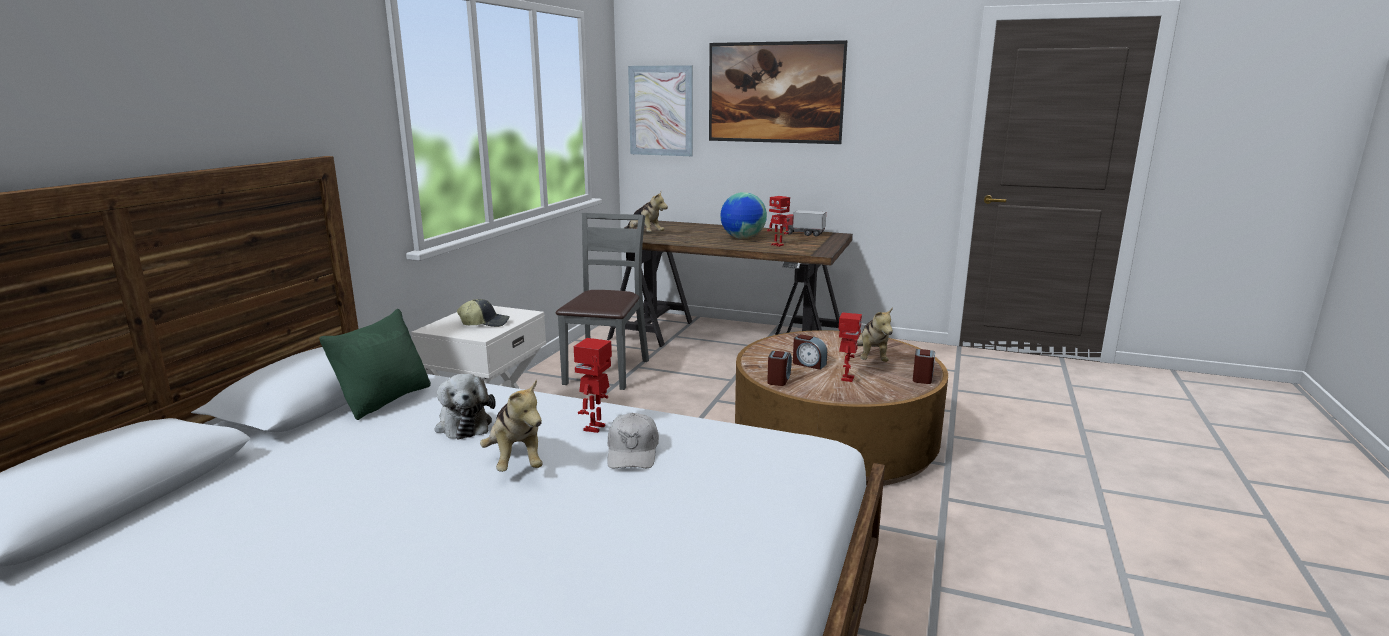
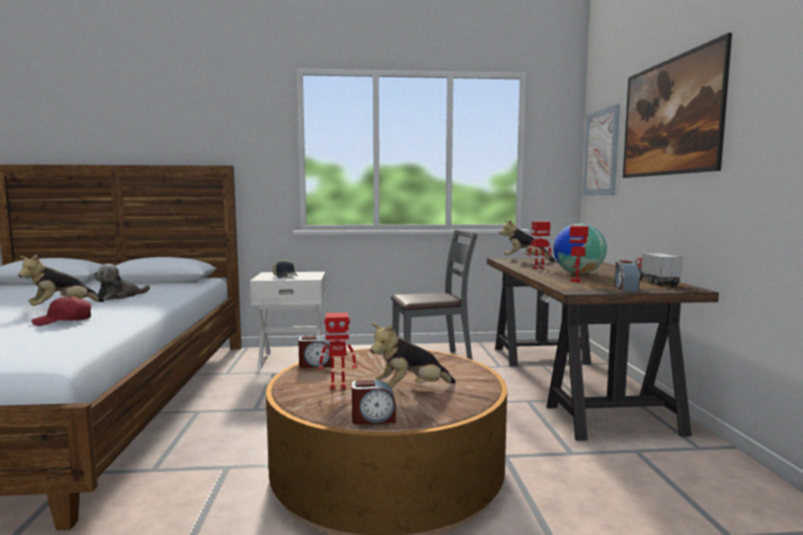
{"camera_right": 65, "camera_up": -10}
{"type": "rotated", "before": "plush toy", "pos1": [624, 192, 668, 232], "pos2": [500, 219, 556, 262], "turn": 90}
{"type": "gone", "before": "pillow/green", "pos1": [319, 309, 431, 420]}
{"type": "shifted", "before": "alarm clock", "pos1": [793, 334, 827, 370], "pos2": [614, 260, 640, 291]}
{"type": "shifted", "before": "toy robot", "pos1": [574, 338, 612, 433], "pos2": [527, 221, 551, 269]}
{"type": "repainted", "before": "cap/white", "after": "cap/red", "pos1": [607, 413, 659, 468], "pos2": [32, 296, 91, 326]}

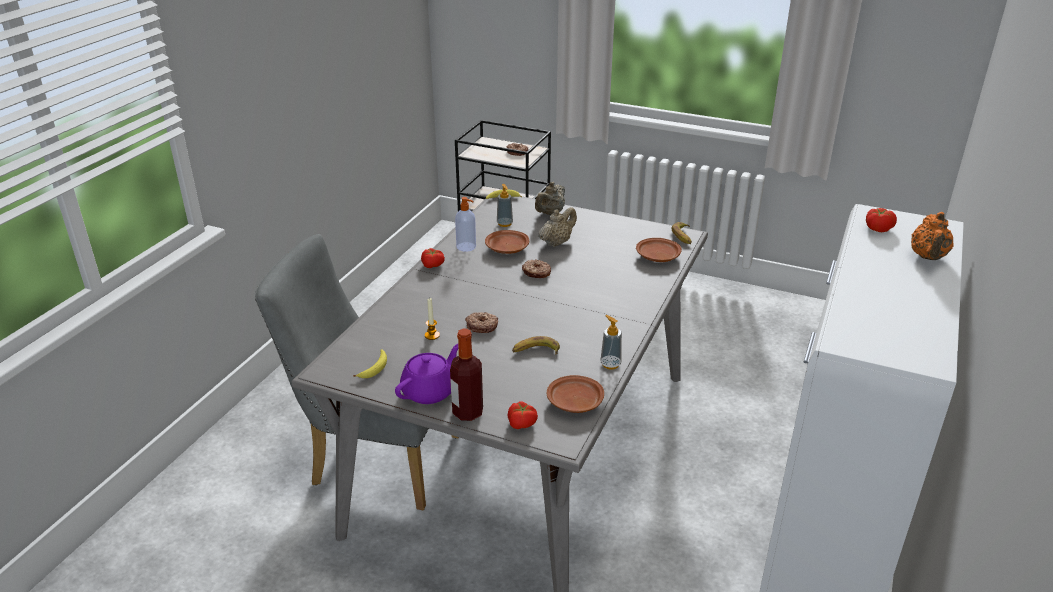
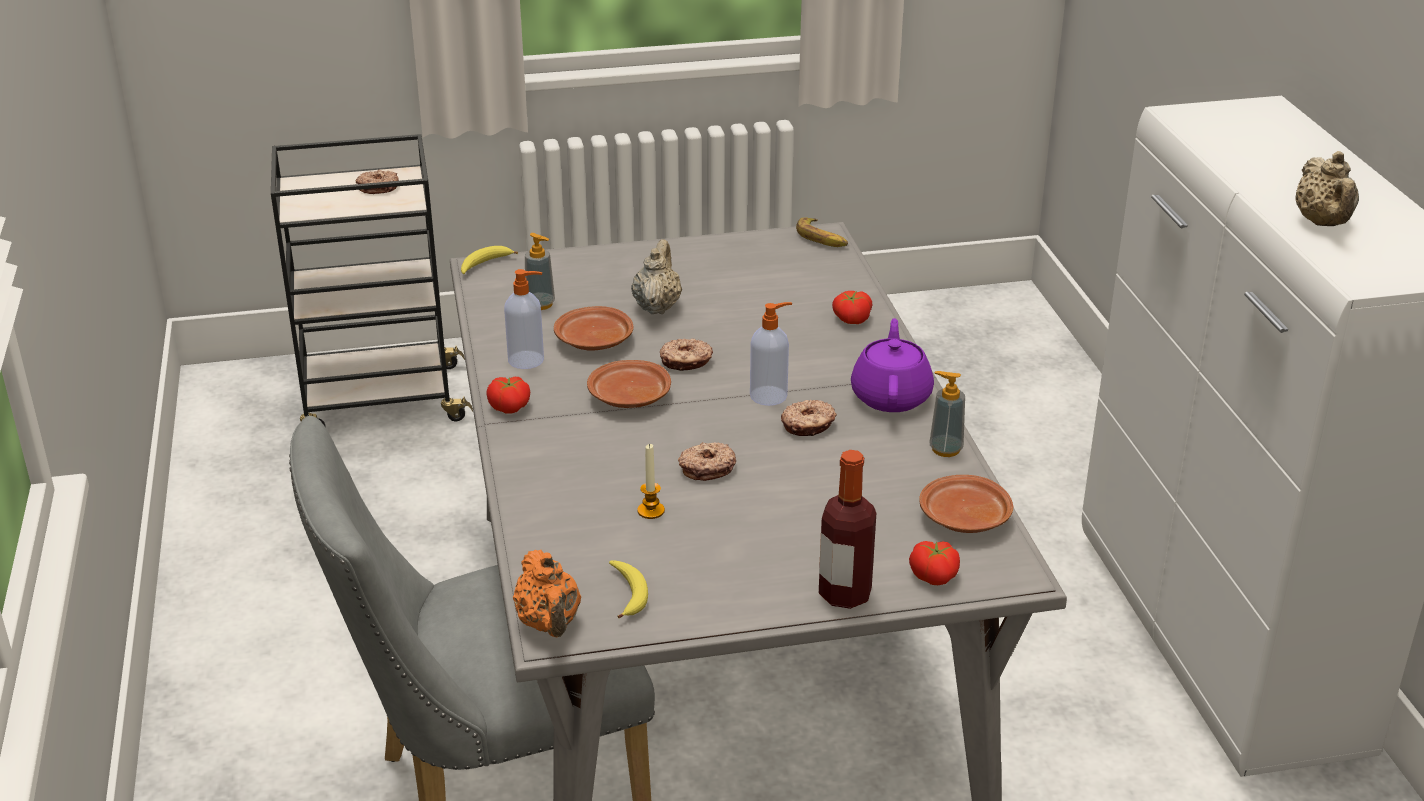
{"camera_right": -35, "camera_up": 0}
{"type": "shifted", "before": "teapot/beige", "pos1": [535, 182, 565, 215], "pos2": [1296, 151, 1359, 226]}
{"type": "shifted", "before": "tomato", "pos1": [866, 208, 897, 232], "pos2": [832, 291, 872, 324]}
{"type": "shifted", "before": "teapot/orange", "pos1": [911, 212, 954, 260], "pos2": [513, 550, 581, 637]}
{"type": "shifted", "before": "plate/brown", "pos1": [636, 238, 682, 262], "pos2": [587, 360, 671, 408]}
{"type": "gone", "before": "banana", "pos1": [512, 336, 560, 355]}
{"type": "shifted", "before": "teapot/purple", "pos1": [395, 344, 458, 404], "pos2": [851, 318, 934, 412]}
{"type": "new", "after": "soap dispenser", "pos2": [750, 302, 792, 406]}
{"type": "new", "after": "donut", "pos2": [781, 400, 837, 436]}

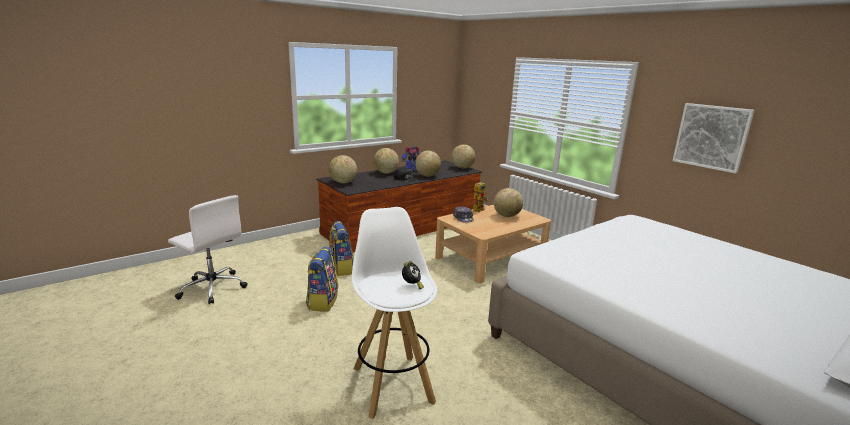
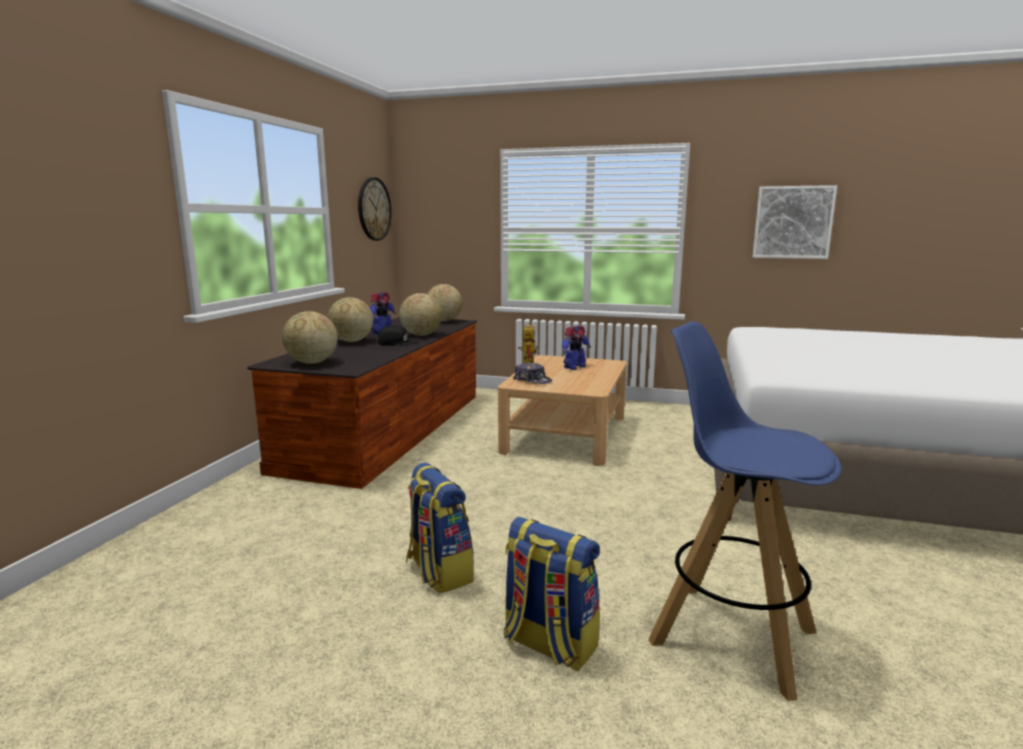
{"camera_right": -35, "camera_up": -5}
{"type": "swapped", "before": "globe", "after": "toy robot", "pos1": [494, 188, 523, 217], "pos2": [562, 325, 591, 370]}
{"type": "gone", "before": "office chair/white", "pos1": [168, 195, 248, 304]}
{"type": "repainted", "before": "stool/white", "after": "stool/blue", "pos1": [352, 207, 437, 419], "pos2": [648, 321, 842, 701]}
{"type": "shifted", "before": "backpack", "pos1": [329, 221, 354, 276], "pos2": [504, 517, 600, 671]}
{"type": "gone", "before": "alarm clock", "pos1": [402, 261, 424, 290]}
{"type": "new", "after": "wall clock", "pos2": [358, 177, 392, 241]}

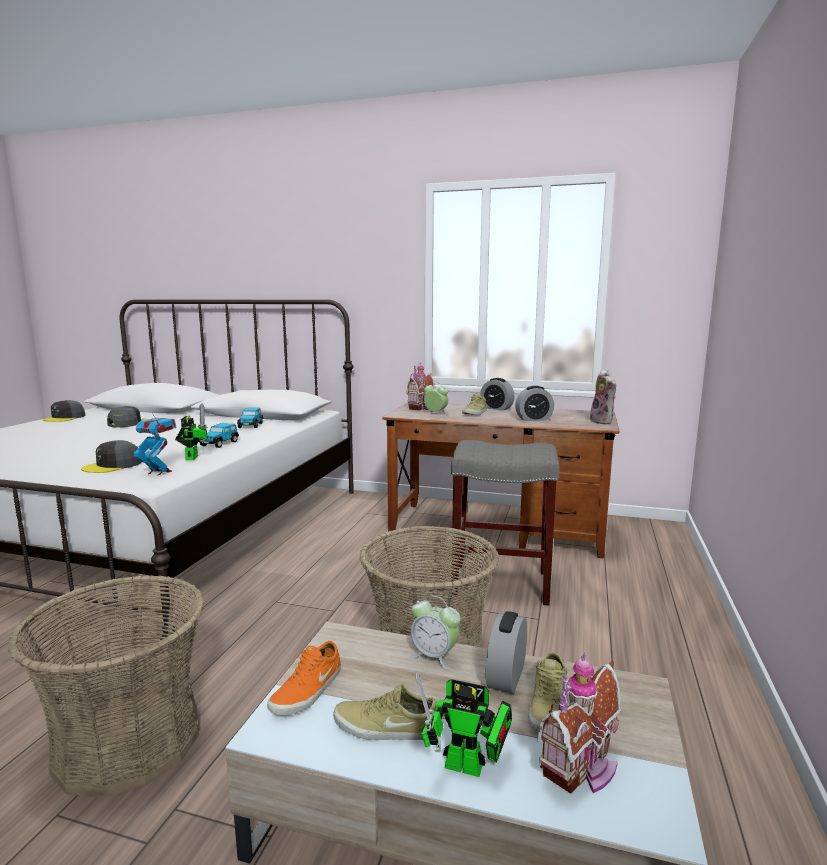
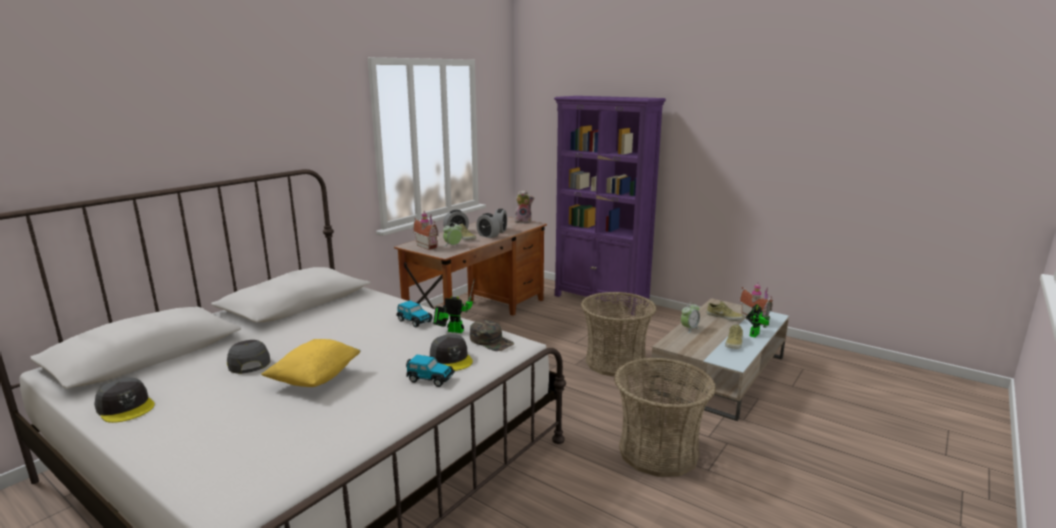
{"camera_right": -70, "camera_up": 5}
{"type": "shifted", "before": "toy car", "pos1": [237, 408, 263, 428], "pos2": [406, 355, 455, 387]}
{"type": "swapped", "before": "toy robot", "after": "cap/green", "pos1": [131, 411, 176, 476], "pos2": [470, 320, 514, 351]}
{"type": "gone", "before": "stool/grey", "pos1": [451, 440, 559, 606]}
{"type": "shifted", "before": "alarm clock", "pos1": [486, 611, 527, 694], "pos2": [476, 213, 500, 238]}
{"type": "gone", "before": "shoe/orange", "pos1": [267, 641, 341, 715]}
{"type": "new", "after": "bookcase/purple", "pos2": [554, 96, 666, 316]}
{"type": "new", "after": "pillow/yellow", "pos2": [261, 339, 361, 387]}

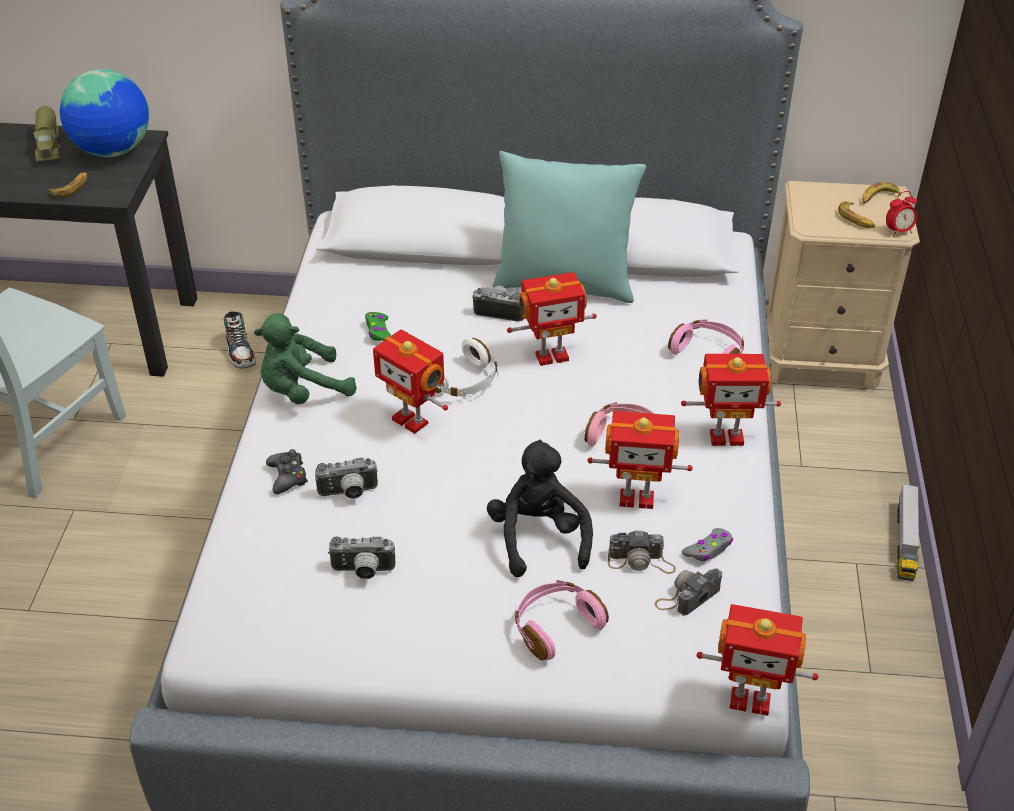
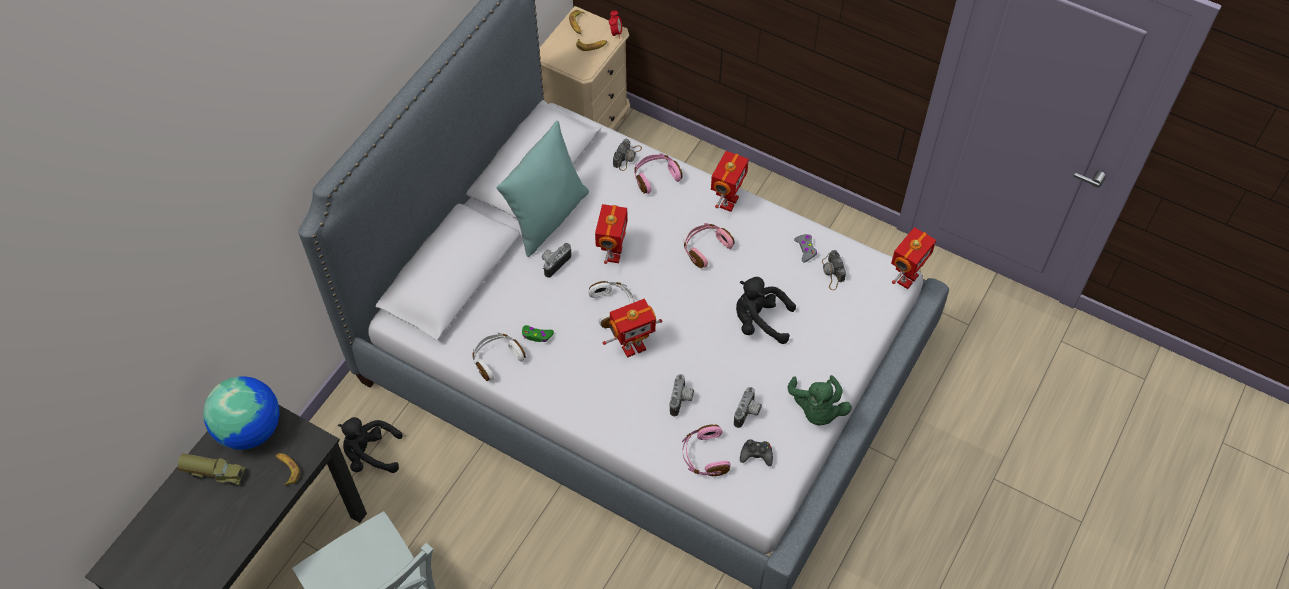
{"camera_right": -65, "camera_up": 15}
{"type": "swapped", "before": "shoe", "after": "plush toy/black", "pos1": [223, 311, 256, 368], "pos2": [338, 417, 403, 473]}
{"type": "shifted", "before": "plush toy/green", "pos1": [254, 313, 357, 404], "pos2": [788, 375, 852, 426]}
{"type": "gone", "before": "toy robot", "pos1": [587, 411, 693, 509]}
{"type": "shifted", "before": "game controller/black", "pos1": [266, 449, 308, 494], "pos2": [740, 439, 773, 466]}
{"type": "gone", "before": "toy truck", "pos1": [897, 484, 920, 581]}
{"type": "shifted", "before": "photo camera", "pos1": [608, 530, 676, 574], "pos2": [613, 139, 642, 171]}
{"type": "shifted", "before": "headphones/pink", "pos1": [515, 580, 609, 661], "pos2": [682, 424, 730, 476]}
{"type": "new", "after": "headphones/white", "pos2": [472, 332, 526, 381]}

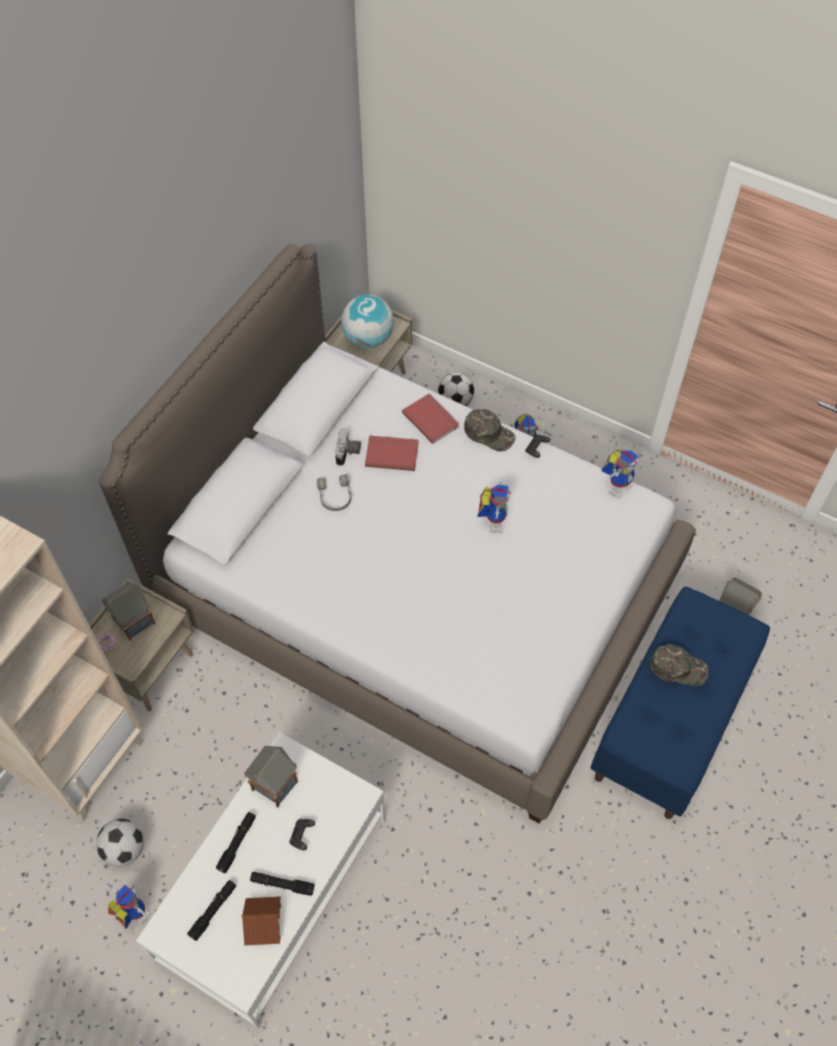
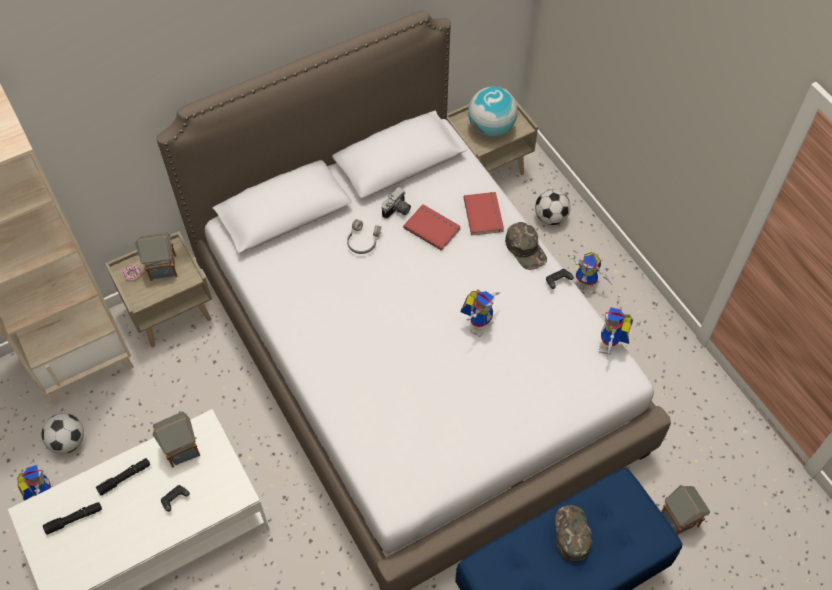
{"camera_right": 30, "camera_up": 0}
{"type": "rotated", "before": "toy robot", "pos1": [601, 449, 644, 499], "pos2": [599, 294, 633, 358], "turn": 120}
{"type": "rotated", "before": "cap/green", "pos1": [650, 644, 709, 686], "pos2": [555, 505, 593, 562], "turn": -135}
{"type": "gone", "before": "flashlight/black", "pos1": [250, 872, 315, 896]}
{"type": "gone", "before": "toy house", "pos1": [242, 897, 281, 945]}

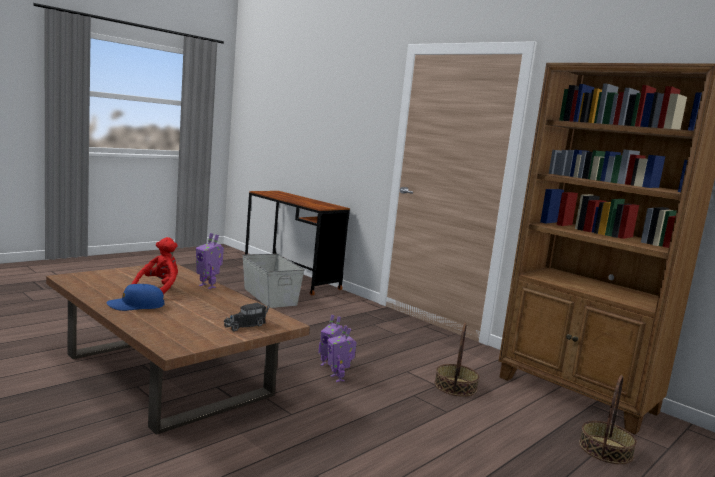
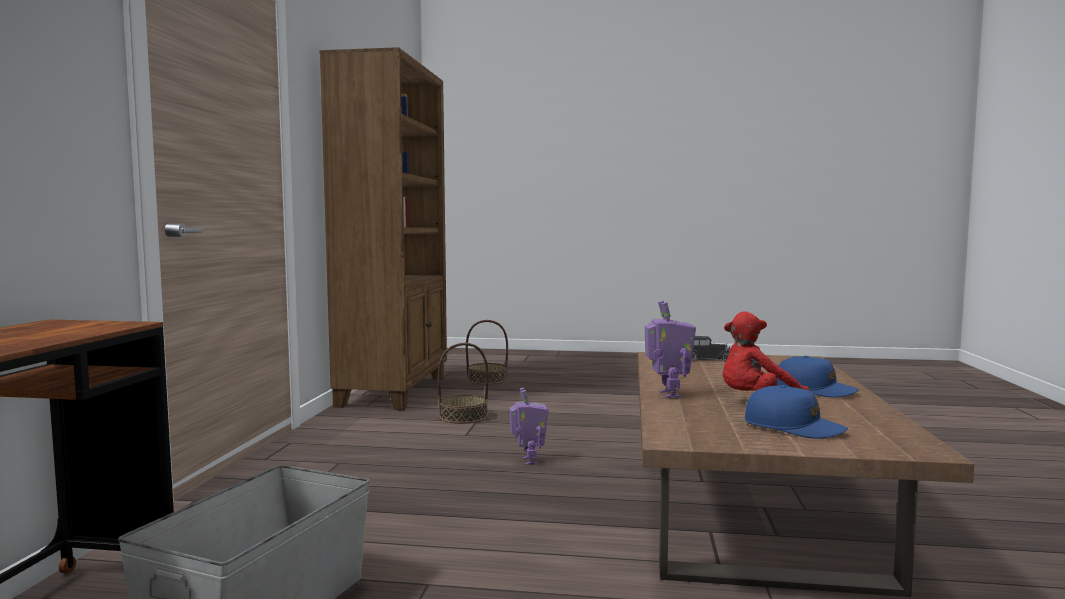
{"camera_right": -125, "camera_up": -5}
{"type": "gone", "before": "toy robot", "pos1": [328, 325, 357, 382]}
{"type": "new", "after": "cap/blue", "pos2": [745, 385, 848, 439]}

